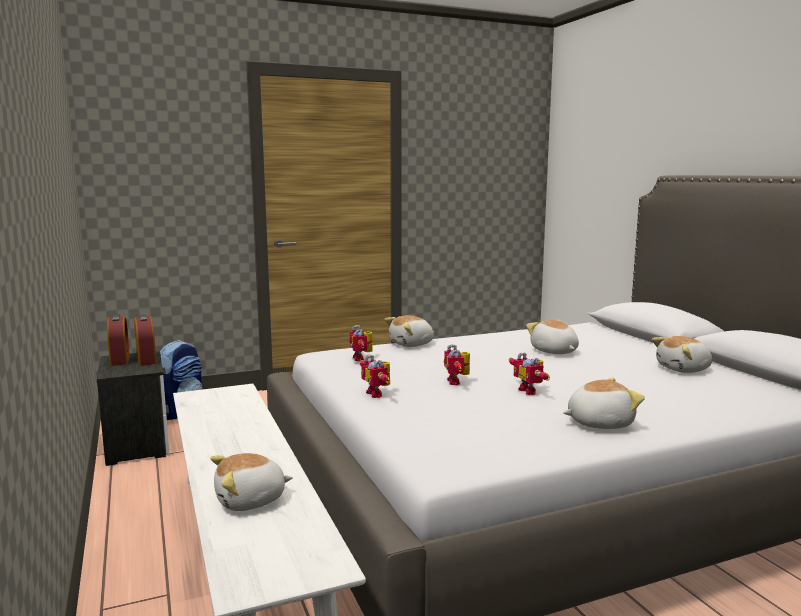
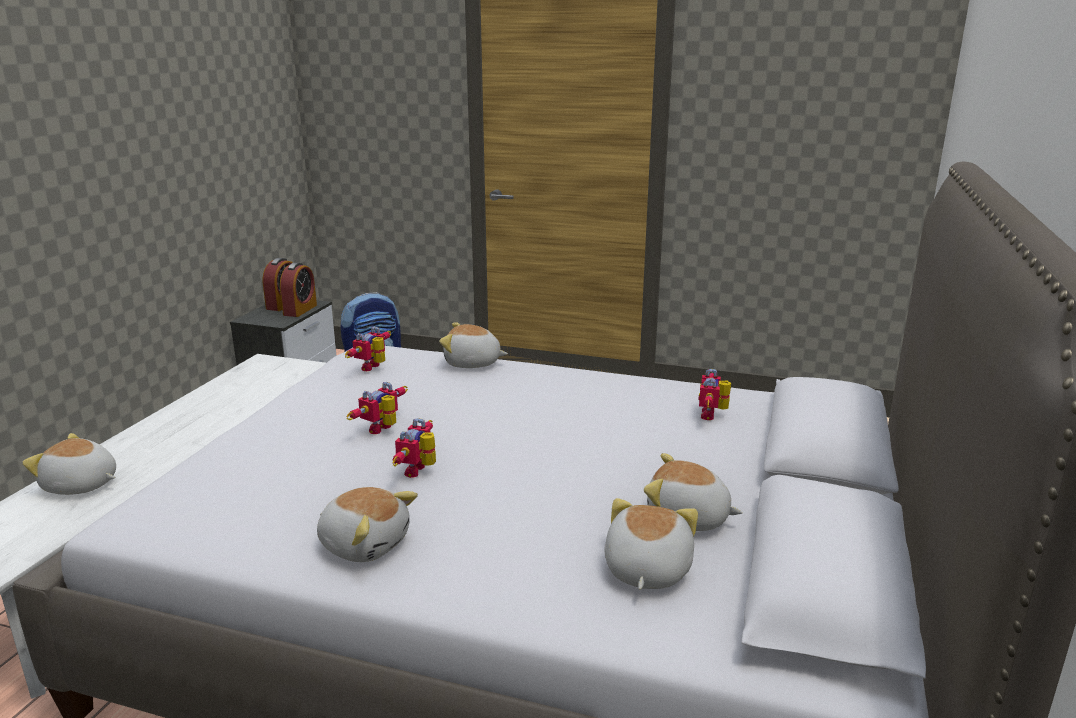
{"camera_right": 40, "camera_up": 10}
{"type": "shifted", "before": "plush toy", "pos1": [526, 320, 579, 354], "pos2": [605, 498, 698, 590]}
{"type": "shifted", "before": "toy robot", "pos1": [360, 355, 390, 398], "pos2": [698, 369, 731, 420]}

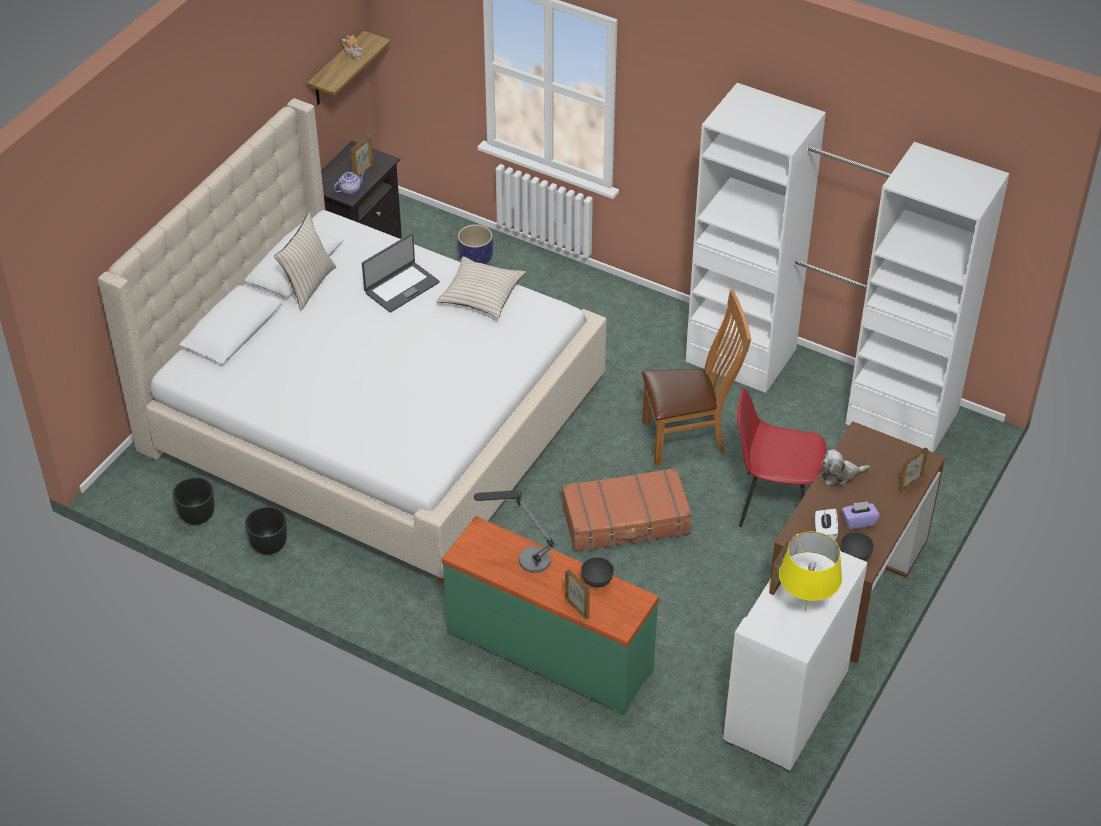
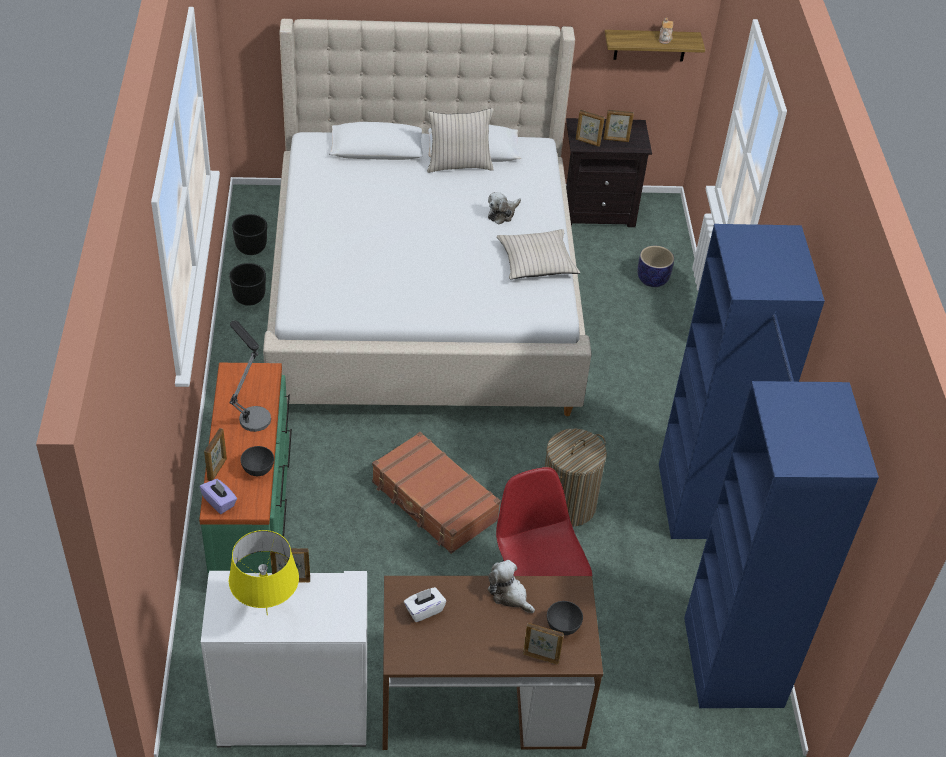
{"camera_right": 55, "camera_up": 0}
{"type": "repainted", "before": "wardrobe/white", "after": "wardrobe/blue", "pos1": [685, 83, 1009, 453], "pos2": [659, 224, 879, 708]}
{"type": "swapped", "before": "teapot", "after": "picture frame", "pos1": [334, 171, 365, 195], "pos2": [576, 110, 605, 147]}
{"type": "swapped", "before": "laptop", "after": "plush toy", "pos1": [362, 233, 440, 313], "pos2": [488, 192, 521, 225]}
{"type": "swapped", "before": "chair/brown", "after": "laundry basket", "pos1": [642, 290, 751, 466], "pos2": [545, 429, 607, 527]}
{"type": "shifted", "before": "tissue box/purple", "pos1": [842, 501, 880, 529], "pos2": [200, 479, 237, 514]}
{"type": "shifted", "before": "bowl/grey", "pos1": [841, 532, 874, 561], "pos2": [547, 601, 583, 635]}

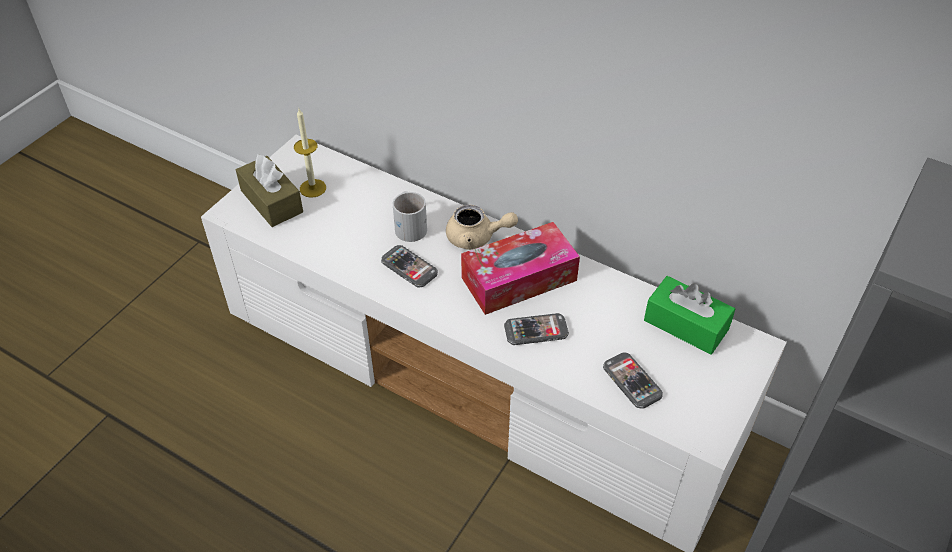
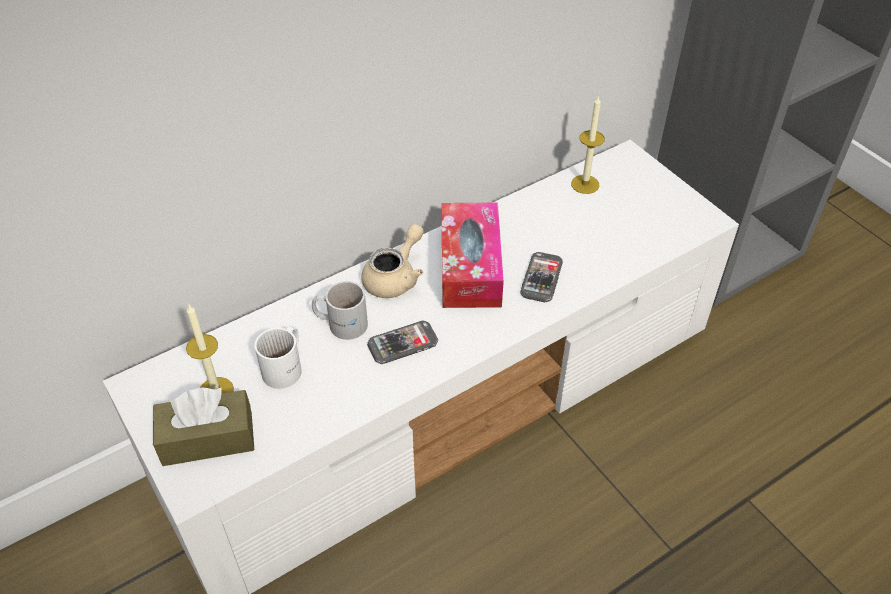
{"camera_right": -65, "camera_up": 0}
{"type": "swapped", "before": "tissue box/green", "after": "candle", "pos1": [644, 276, 735, 354], "pos2": [571, 95, 605, 194]}
{"type": "gone", "before": "phone", "pos1": [603, 352, 663, 409]}
{"type": "new", "after": "mug/white", "pos2": [255, 326, 302, 389]}

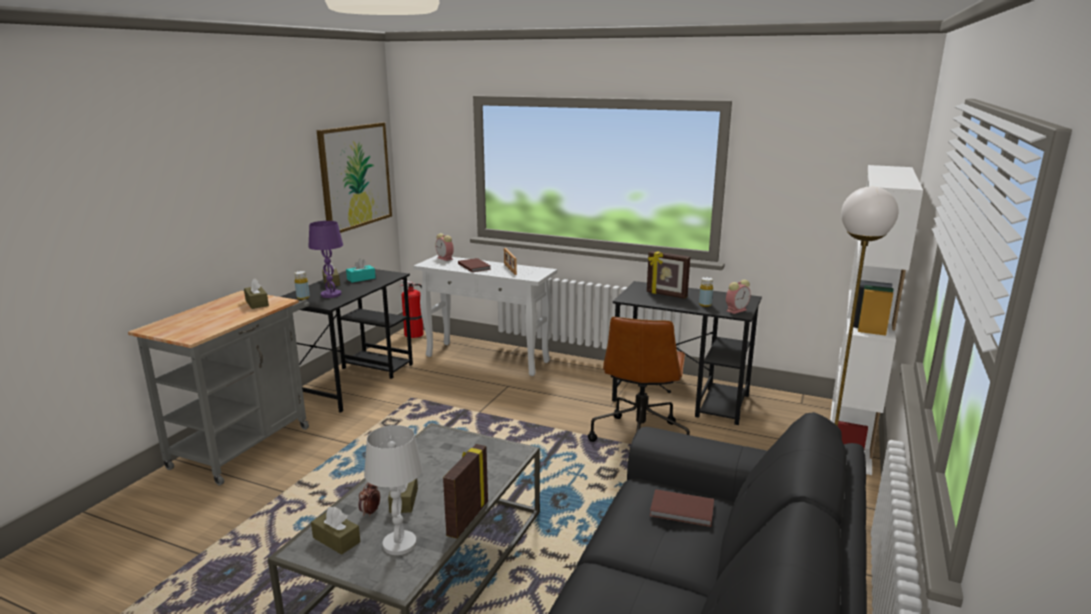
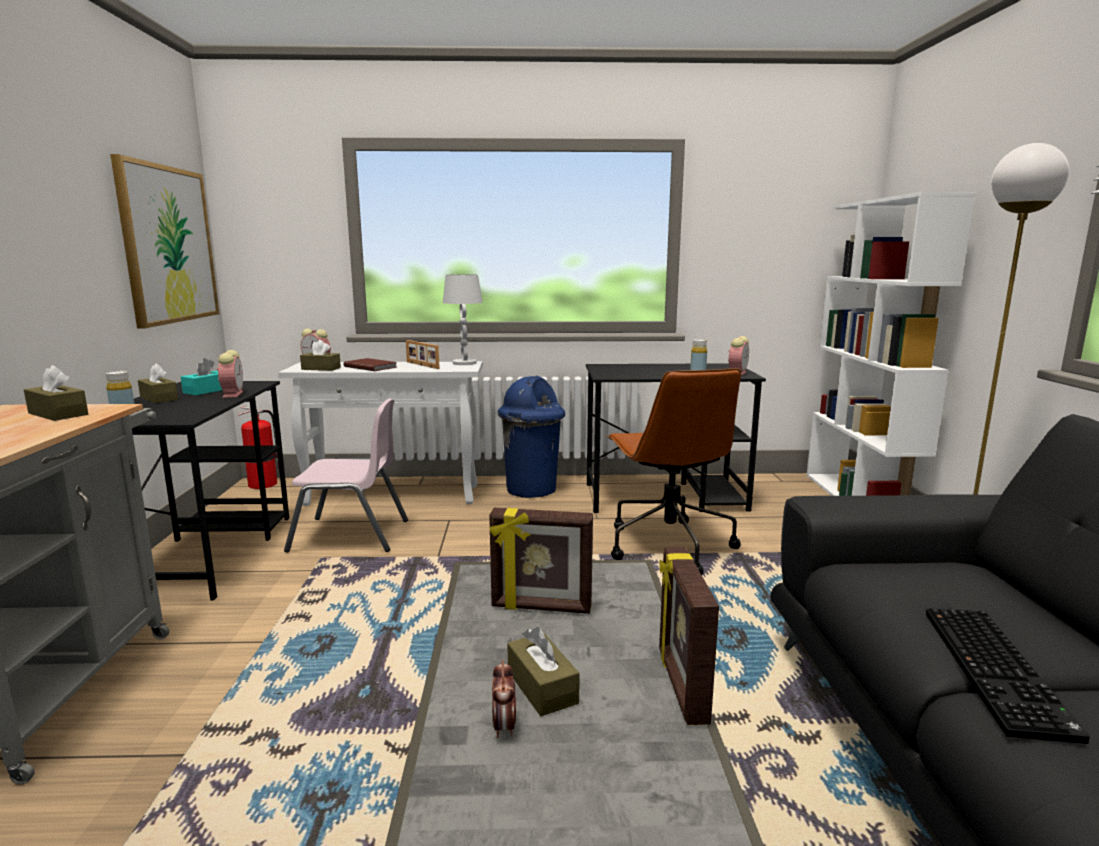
{"camera_right": -25, "camera_up": -5}
{"type": "gone", "before": "table lamp/purple", "pos1": [308, 221, 343, 298]}
{"type": "shifted", "before": "picture frame", "pos1": [647, 251, 690, 299], "pos2": [489, 508, 593, 614]}
{"type": "shifted", "before": "table lamp/white", "pos1": [364, 425, 423, 555], "pos2": [443, 274, 483, 365]}
{"type": "gone", "before": "book/brown", "pos1": [650, 489, 714, 527]}
{"type": "shifted", "before": "tissue box/brown", "pos1": [311, 506, 361, 555], "pos2": [300, 340, 341, 371]}
{"type": "new", "after": "alarm clock", "pos2": [217, 350, 243, 398]}
{"type": "new", "after": "trash can/blue", "pos2": [498, 375, 565, 498]}
{"type": "new", "after": "chair/pink", "pos2": [284, 398, 408, 552]}
{"type": "new", "after": "keyboard", "pos2": [926, 608, 1090, 744]}

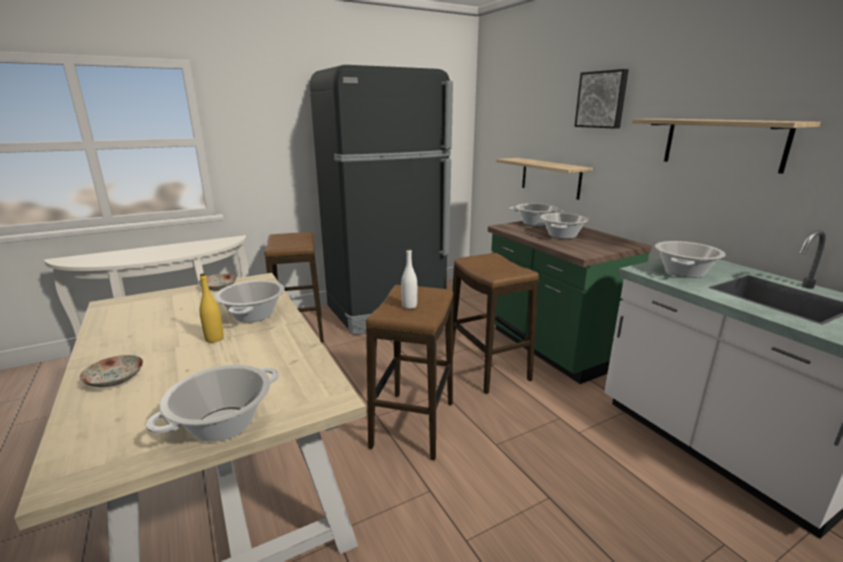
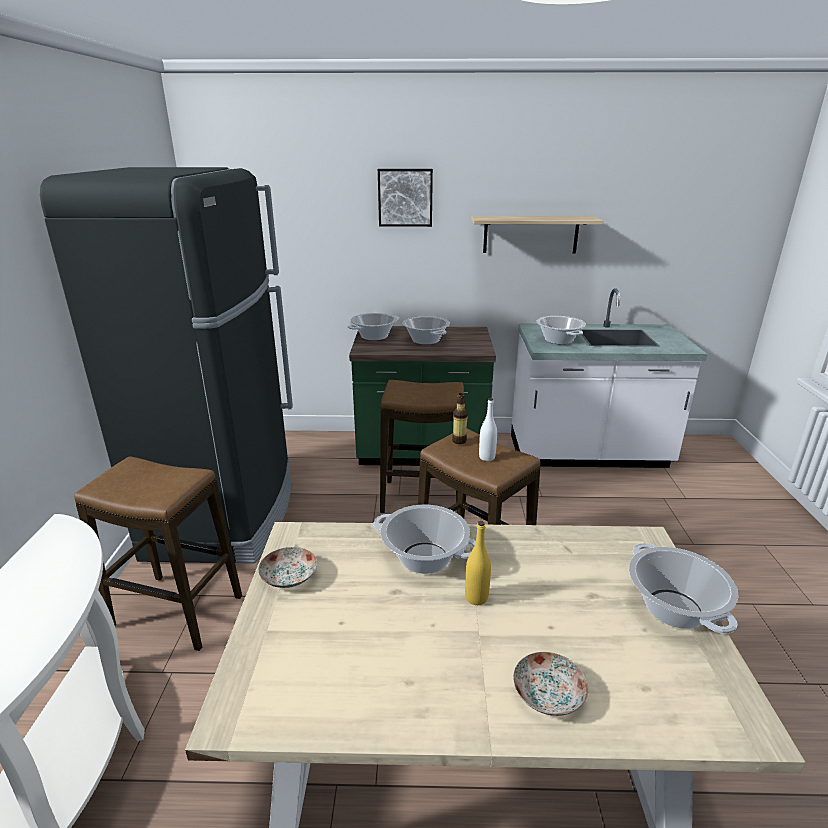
{"camera_right": -60, "camera_up": 5}
{"type": "gone", "before": "shelf", "pos1": [496, 158, 593, 200]}
{"type": "new", "after": "bottle", "pos2": [452, 393, 468, 444]}

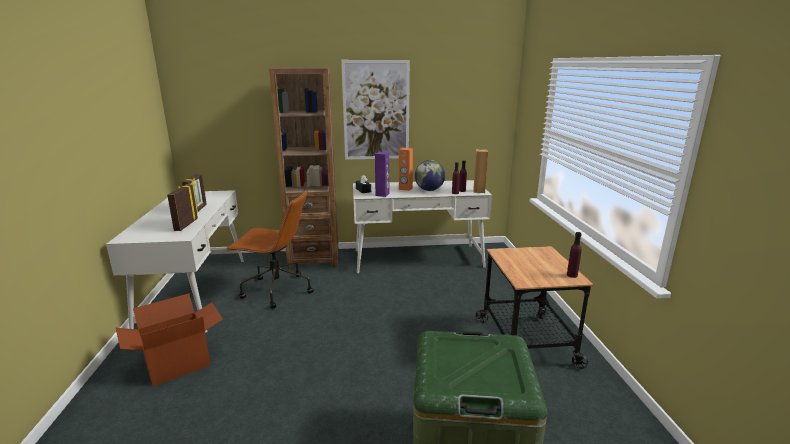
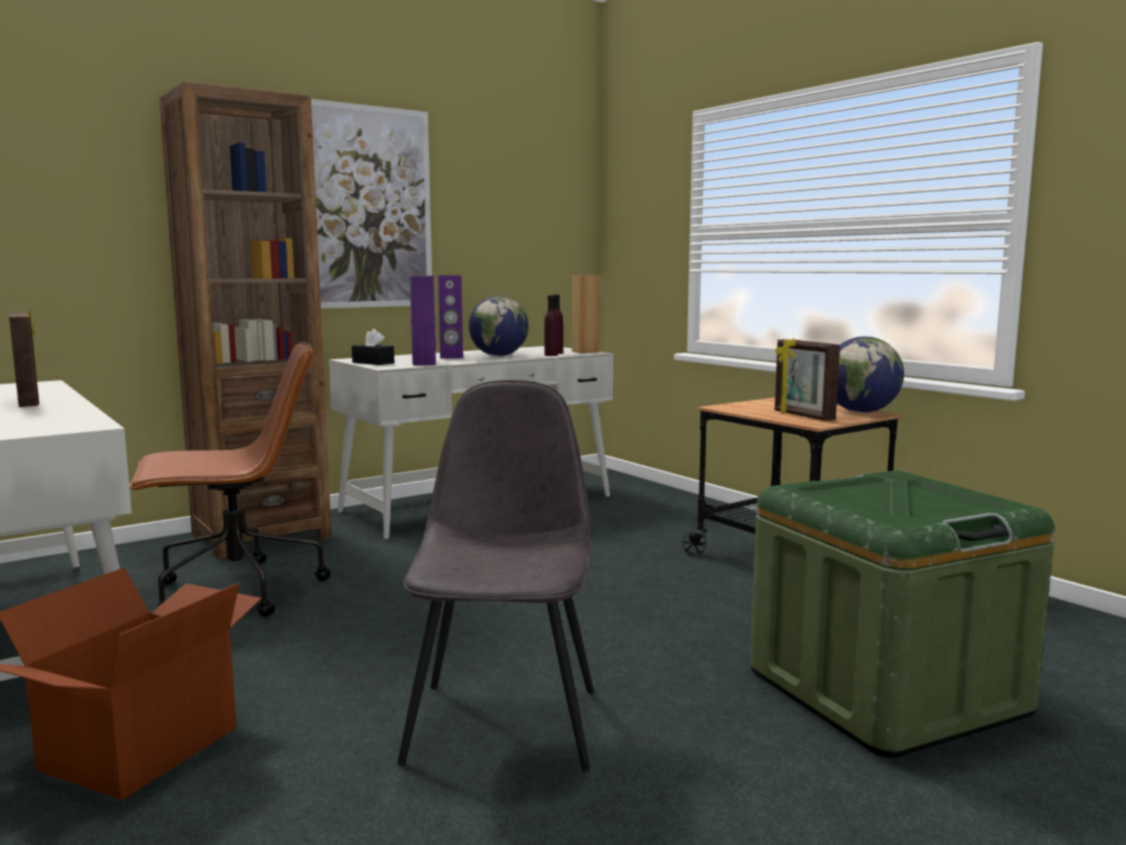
{"camera_right": -30, "camera_up": -10}
{"type": "repainted", "before": "speaker/orange", "after": "speaker/purple", "pos1": [399, 148, 413, 191], "pos2": [438, 275, 463, 359]}
{"type": "shifted", "before": "picture frame", "pos1": [167, 185, 198, 231], "pos2": [775, 338, 840, 421]}
{"type": "swapped", "before": "bottle/purple", "after": "globe", "pos1": [567, 232, 582, 278], "pos2": [837, 336, 904, 413]}
{"type": "new", "after": "chair/grey", "pos2": [397, 380, 594, 771]}

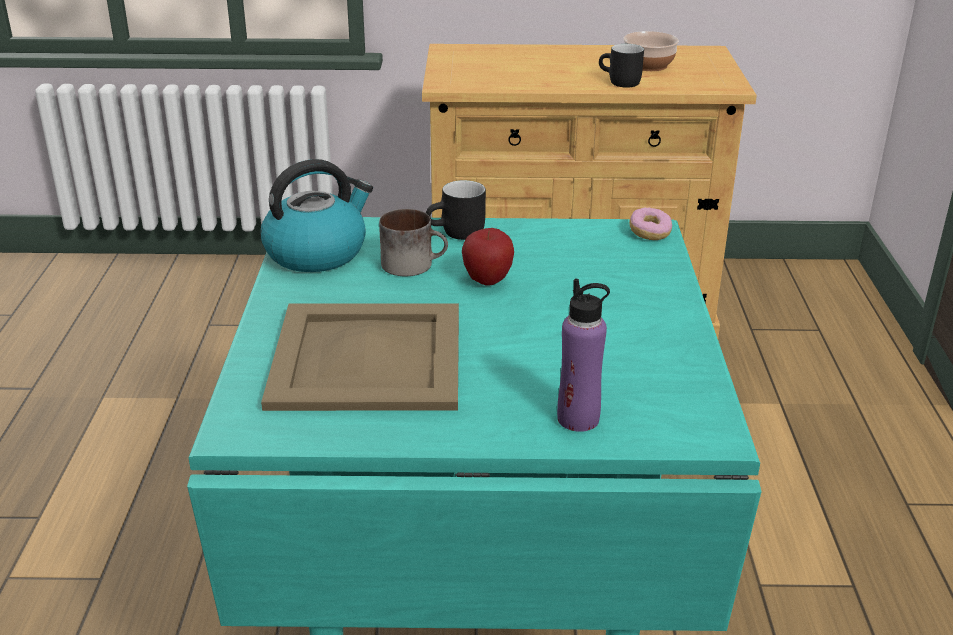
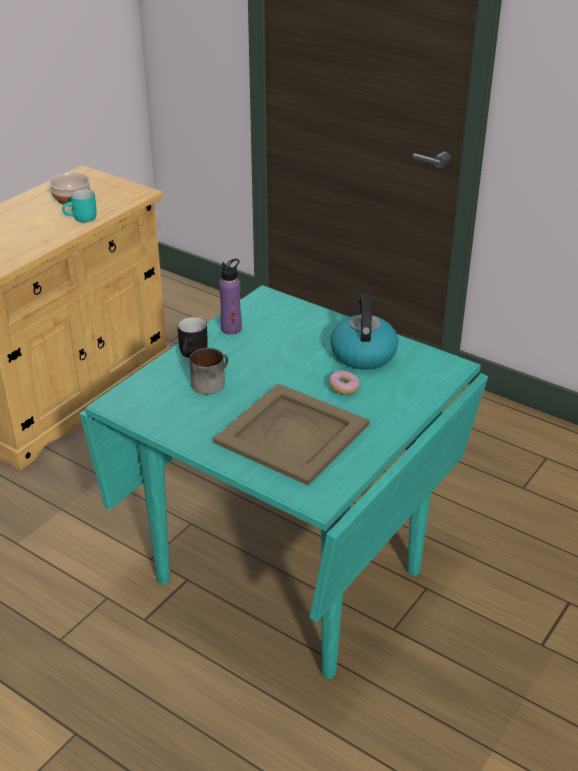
{"camera_right": -55, "camera_up": 5}
{"type": "repainted", "before": "mug/black", "after": "mug/turquoise", "pos1": [599, 44, 644, 87], "pos2": [62, 189, 97, 222]}
{"type": "shifted", "before": "kettle", "pos1": [261, 159, 373, 272], "pos2": [330, 295, 398, 369]}
{"type": "shifted", "before": "donut", "pos1": [629, 207, 672, 240], "pos2": [329, 370, 360, 395]}
{"type": "gone", "before": "apple", "pos1": [462, 228, 514, 286]}
{"type": "shifted", "before": "bottle/purple", "pos1": [557, 278, 610, 432], "pos2": [219, 259, 242, 335]}

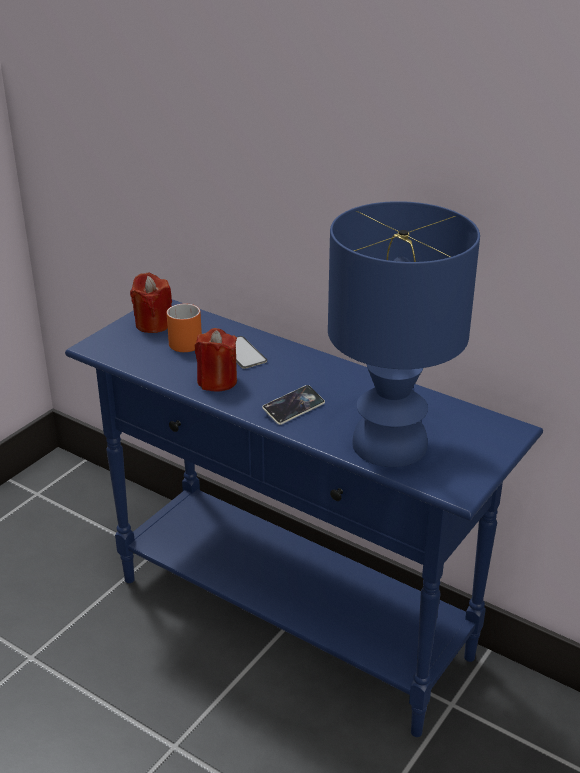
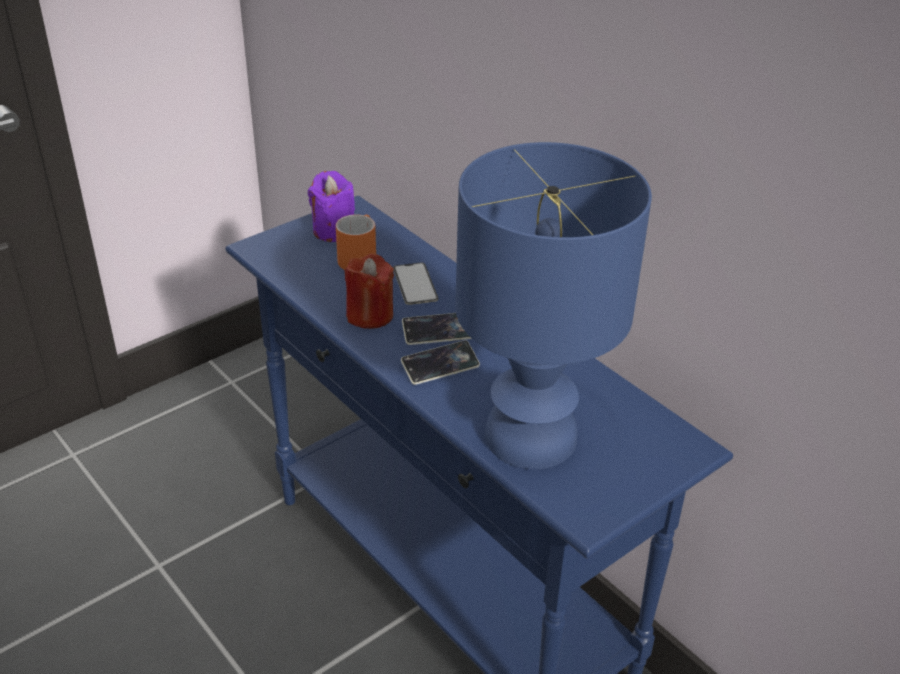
{"camera_right": 15, "camera_up": 5}
{"type": "repainted", "before": "candle/red", "after": "candle/purple", "pos1": [130, 273, 172, 333], "pos2": [308, 171, 355, 242]}
{"type": "new", "after": "phone", "pos2": [402, 313, 472, 345]}

